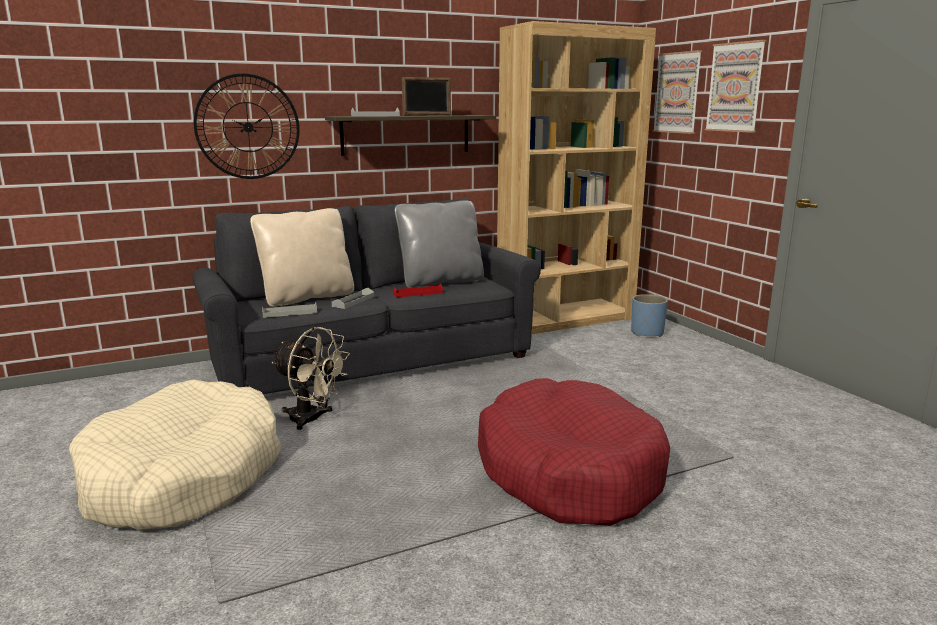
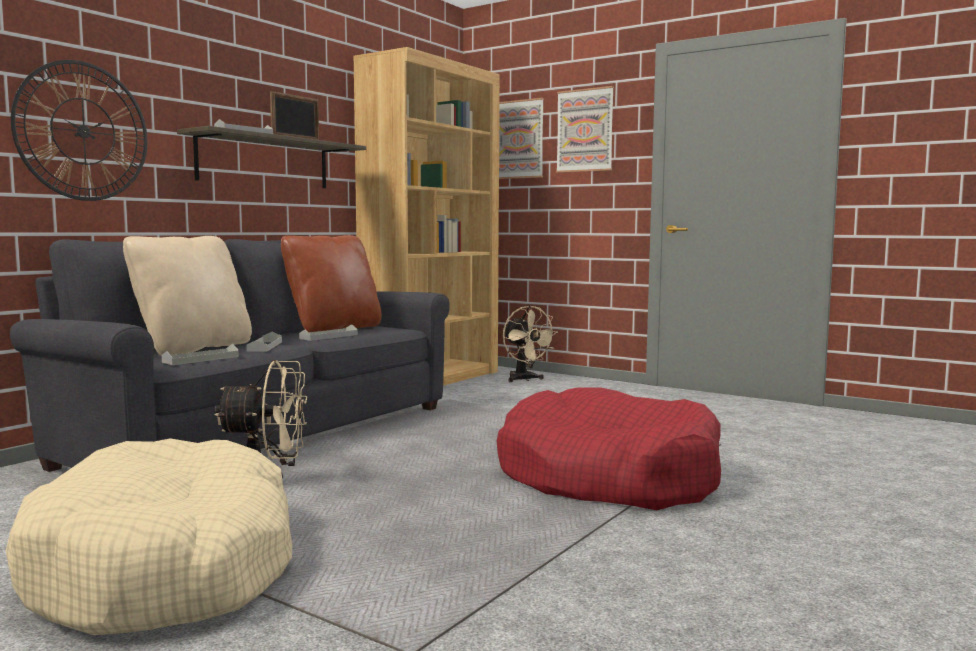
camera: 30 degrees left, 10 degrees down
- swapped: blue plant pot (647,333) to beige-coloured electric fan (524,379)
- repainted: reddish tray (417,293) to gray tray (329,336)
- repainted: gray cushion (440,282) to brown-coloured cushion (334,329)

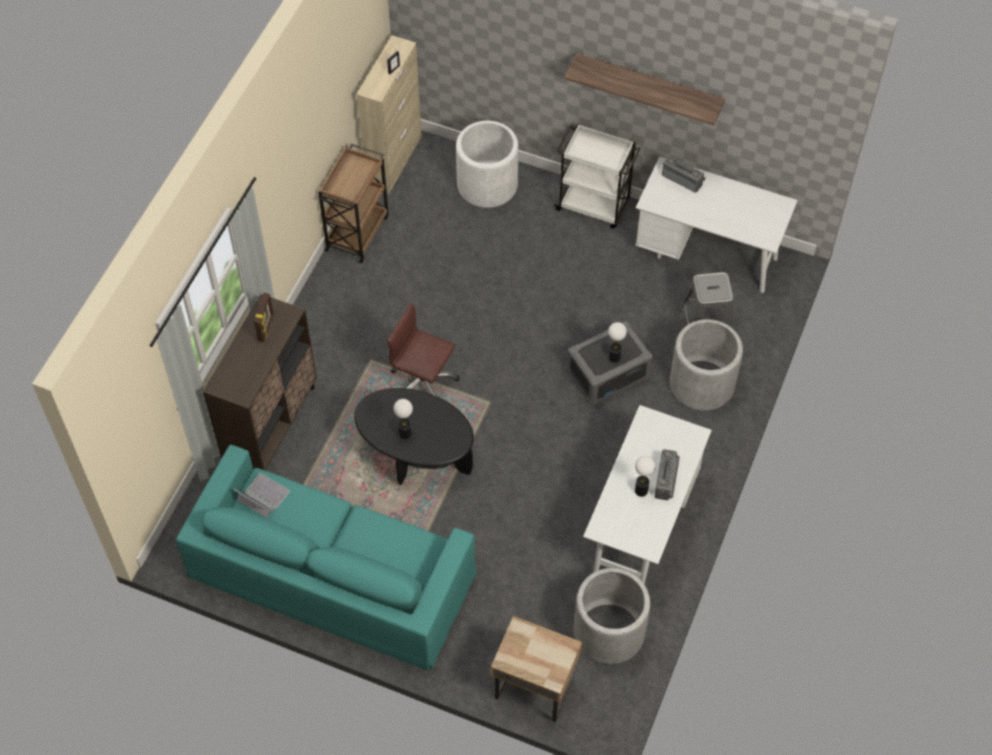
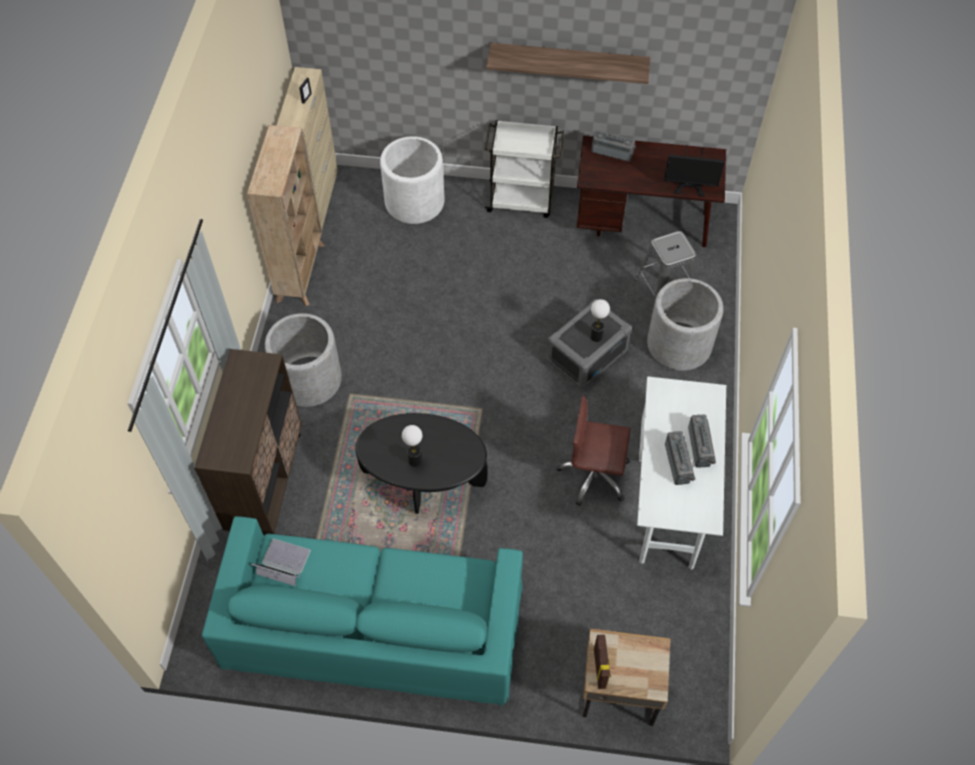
camera: 15 degrees left, 0 degrees up
- new: monitor (690,181)
- shifted: photo frame (266,327) to (600,668)
- shifted: brown-coloured computer chair (423,384) to (594,475)
- shifted: gray plant pot (609,631) to (309,379)
- swapped: brown-coloured cart (357,232) to beige-coloured shelving unit (301,272)
- swapped: lamp for a table (641,491) to radio set (679,463)
- repainted: whitish desk unit (707,254) to brown-coloured desk unit (642,223)

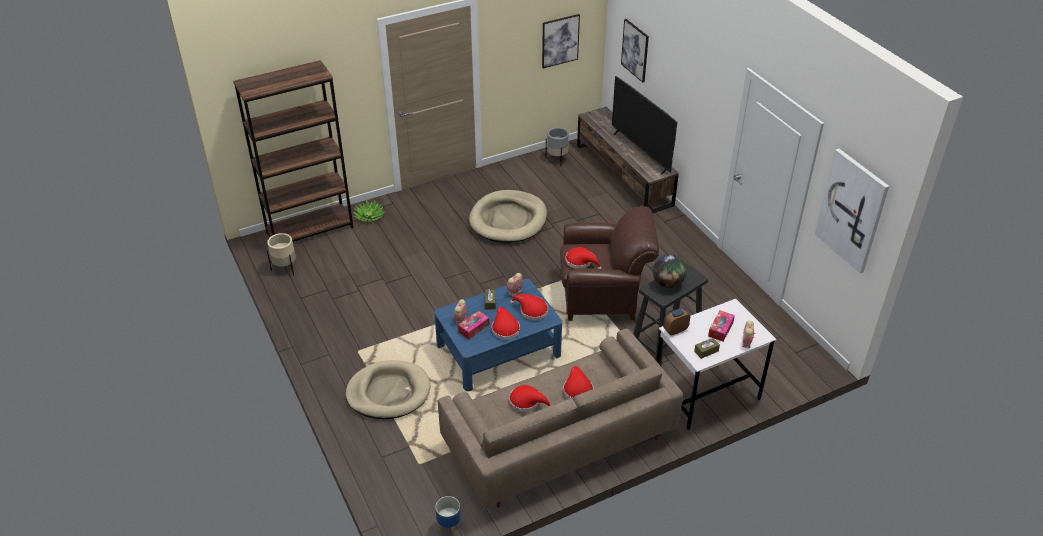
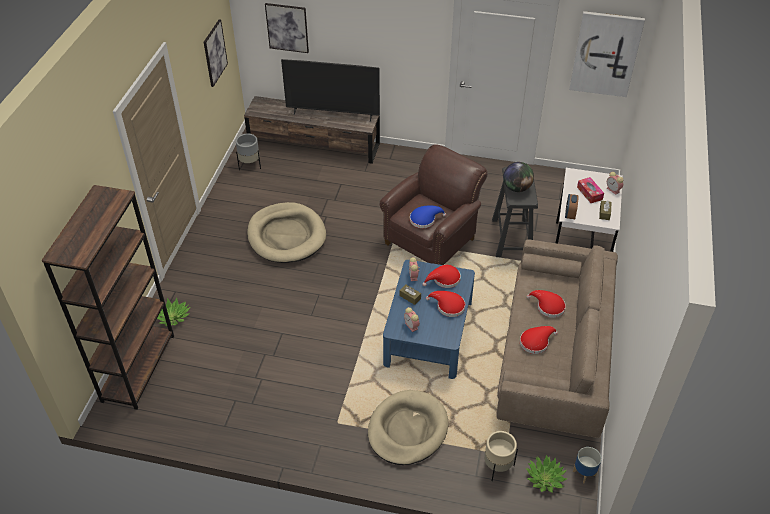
camera: 50 degrees left, 5 degrees up
- gone: tissue holder (473,328)
- new: houseplant (545,478)
- shifted: beige-coloured plant pot (285,268) to (497,467)
- repainted: reddish wearable hat (581,262) to blue wearable hat (424,219)

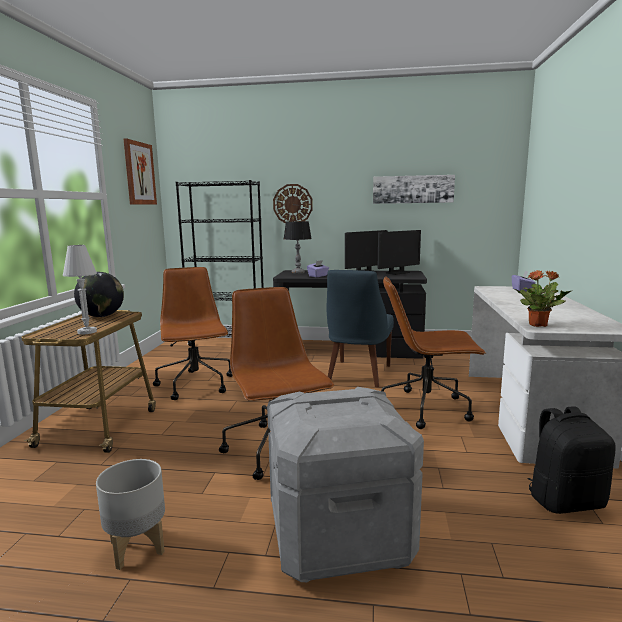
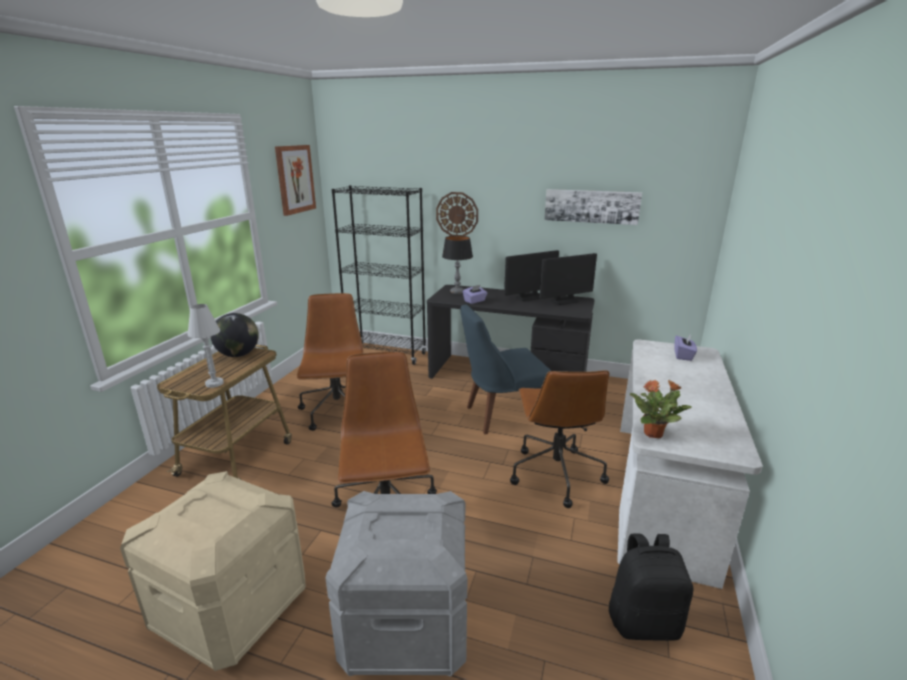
camera: 10 degrees right, 10 degrees up
- swapped: gray plant pot (136,548) to beige-coloured storage container (231,608)
- rotated: blue chair (357,375) = (502,415) 45 degrees clockwise
- rotated: brown-coloured computer chair (427,408) = (555,473) 105 degrees counterclockwise

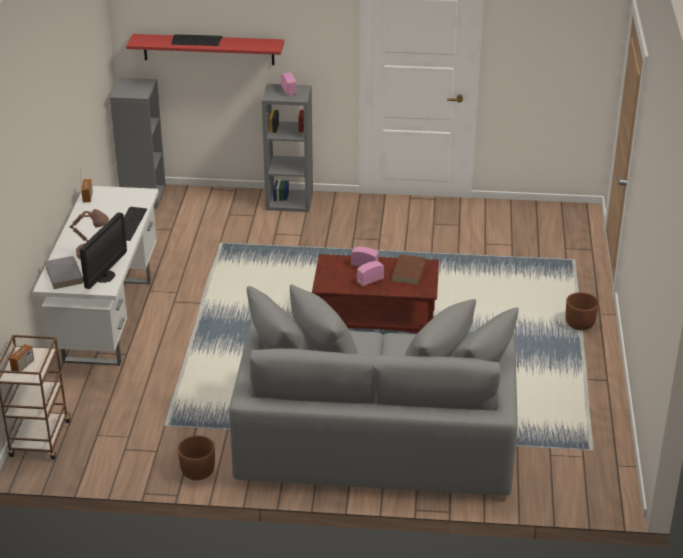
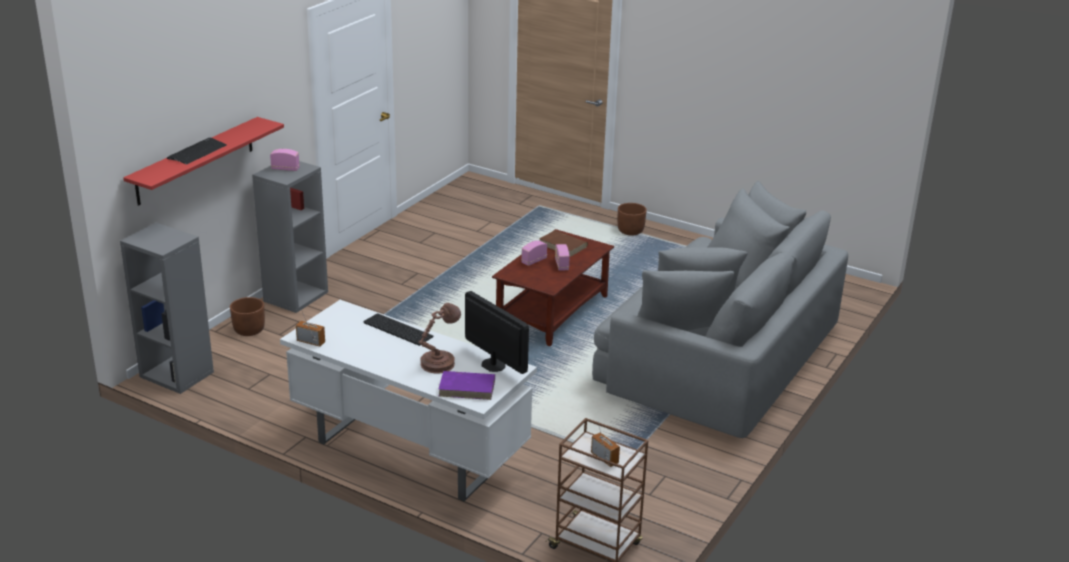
camera: 65 degrees left, 5 degrees down
- shifted: brown-coloured plant pot (197,472) to (249,330)
- repainted: gray bound book (64,275) to purplish bound book (467,388)

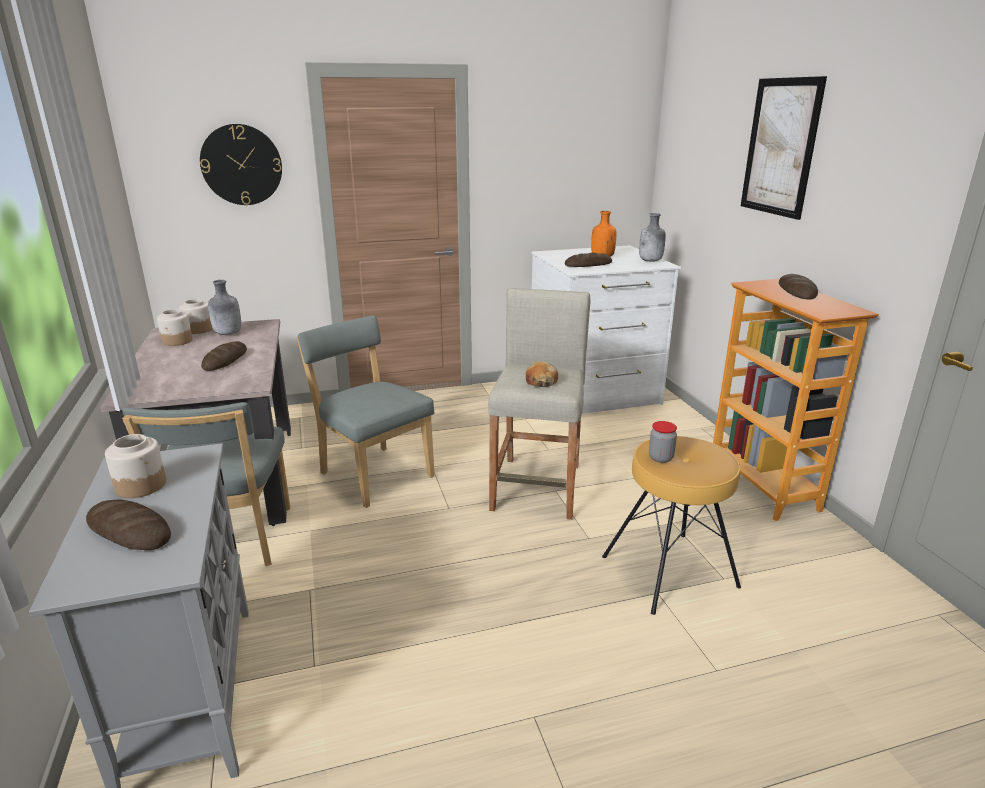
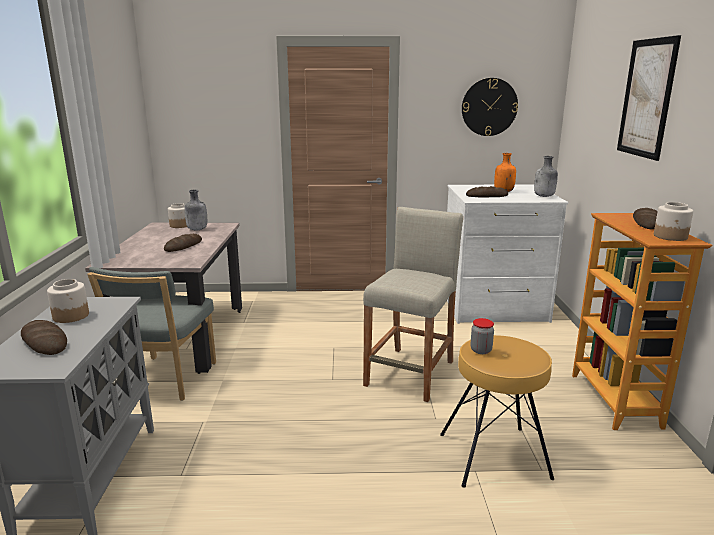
camera: 15 degrees right, 5 degrees down
- gone: gray chair (373,473)
- gone: bread (541,381)
- shifted: jar (177,341) to (670,237)
- shifted: clock on the wall (241,165) to (489,107)

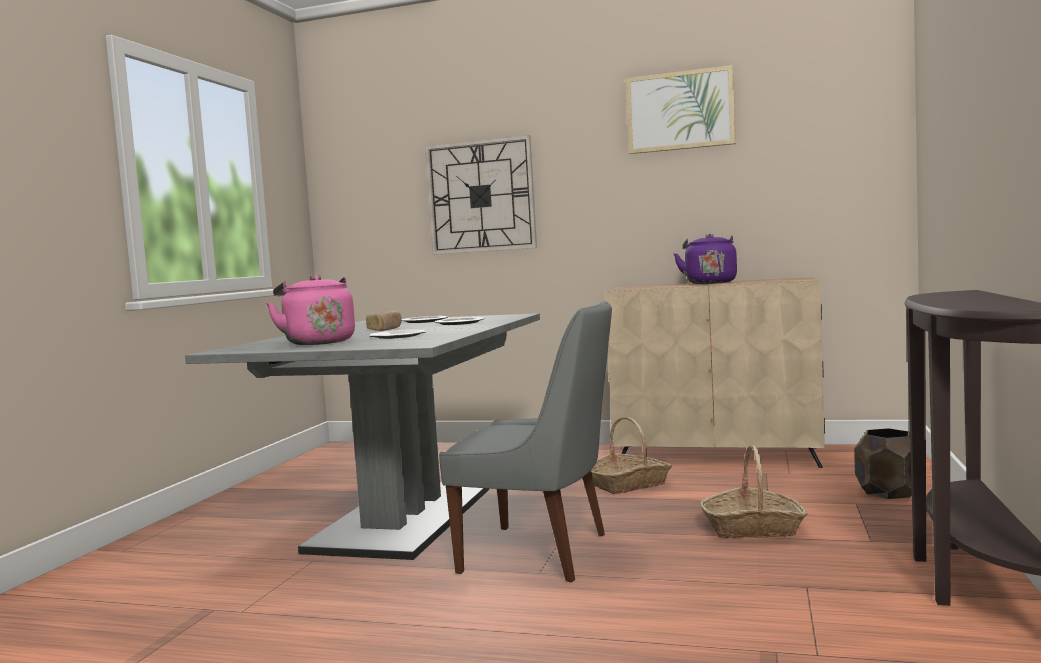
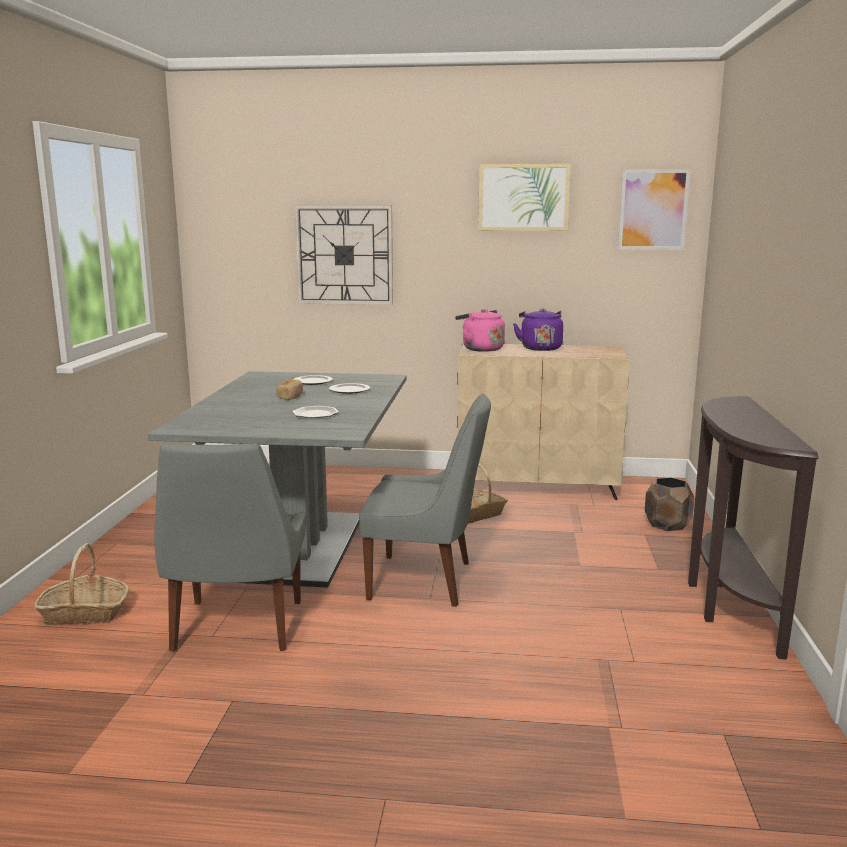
camera: 10 degrees left, 10 degrees up
- new: gray chair (237,628)
- new: picture (653,210)
- shifted: pink-coloured tea kettle (317,342) to (480,349)
- shifted: basket (753,528) to (85,613)

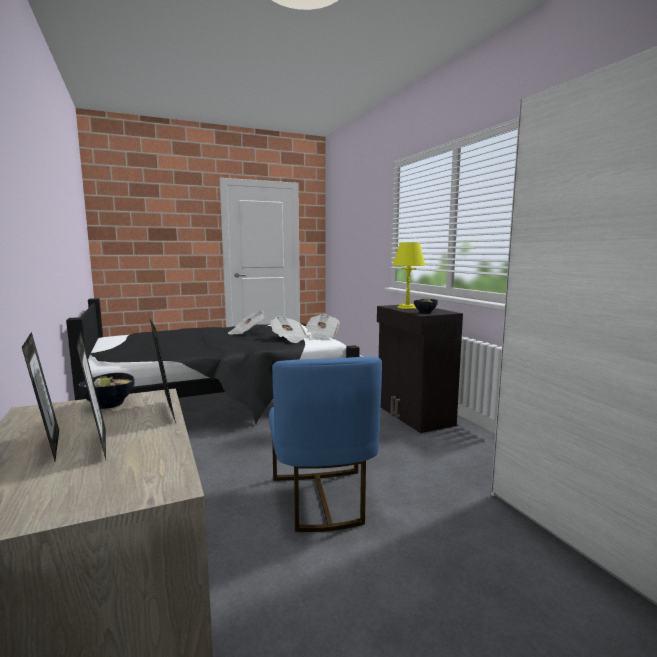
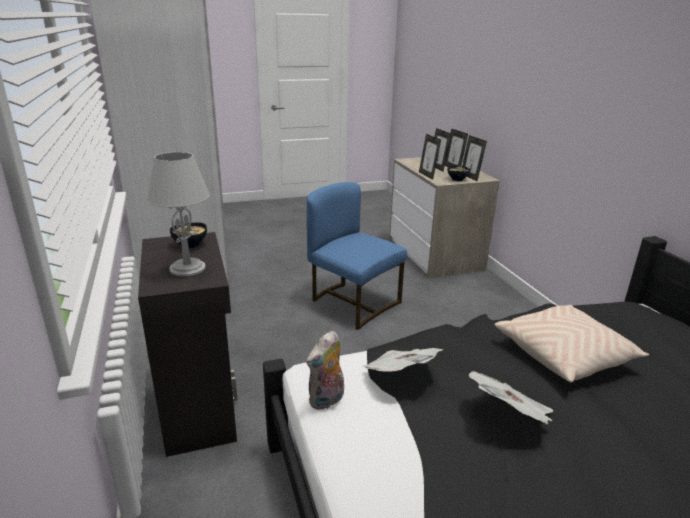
camera: 175 degrees left, 15 degrees up
- new: photo frame (470,177)
- new: beige-coloured cushion (564,355)
- swapped: newspaper (322,336) to soft toy (327,401)
- repainted: yellow lamp for a table (407,307) to gray lamp for a table (187,268)
- rotated: blue chair (322,499) = (353,303) 45 degrees counterclockwise

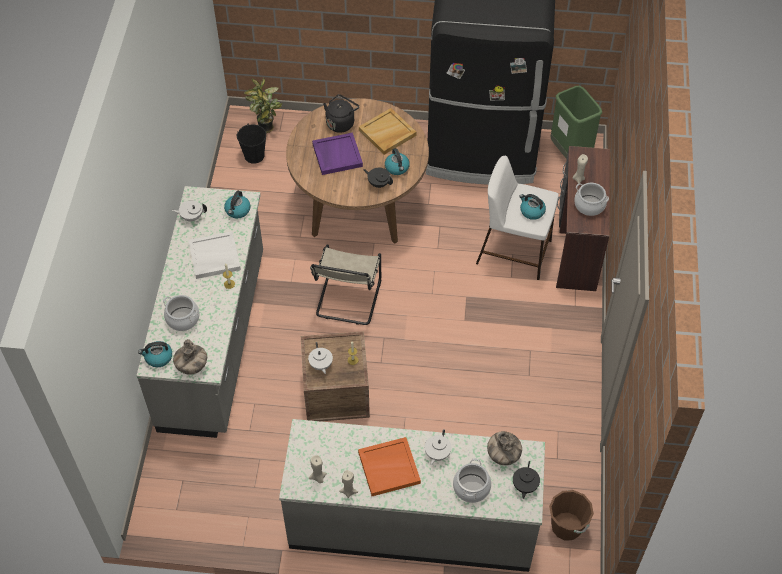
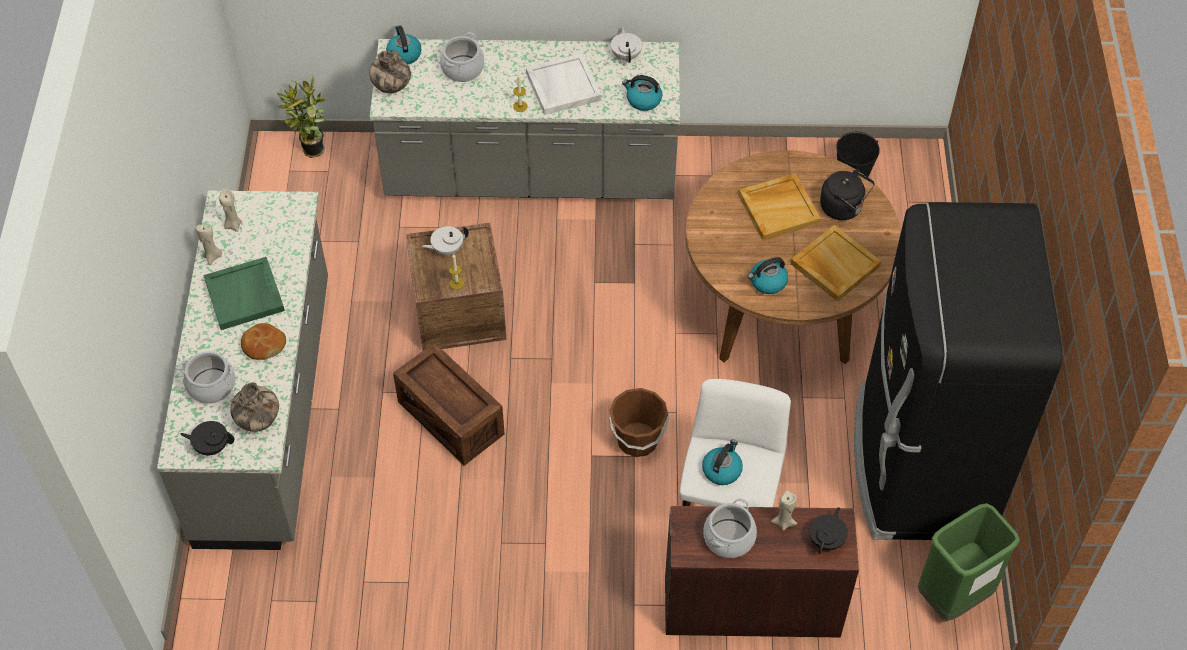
camera: 85 degrees right, 0 degrees up
- gone: beige-coloured chair (347,300)
- new: crate (450,418)
- shifted: houseplant (267,129) to (311,151)
- shifted: black-coloured pot for tea (378,183) to (827,540)
- shifted: brown-coloured bucket (566,526) to (637,440)
- swapped: whitish pot for tea (437,453) to bread (263,345)
- repainted: purplish tray (337,155) to beige-coloured tray (779,208)
- repainted: orange tray (389,467) to green tray (245,296)

